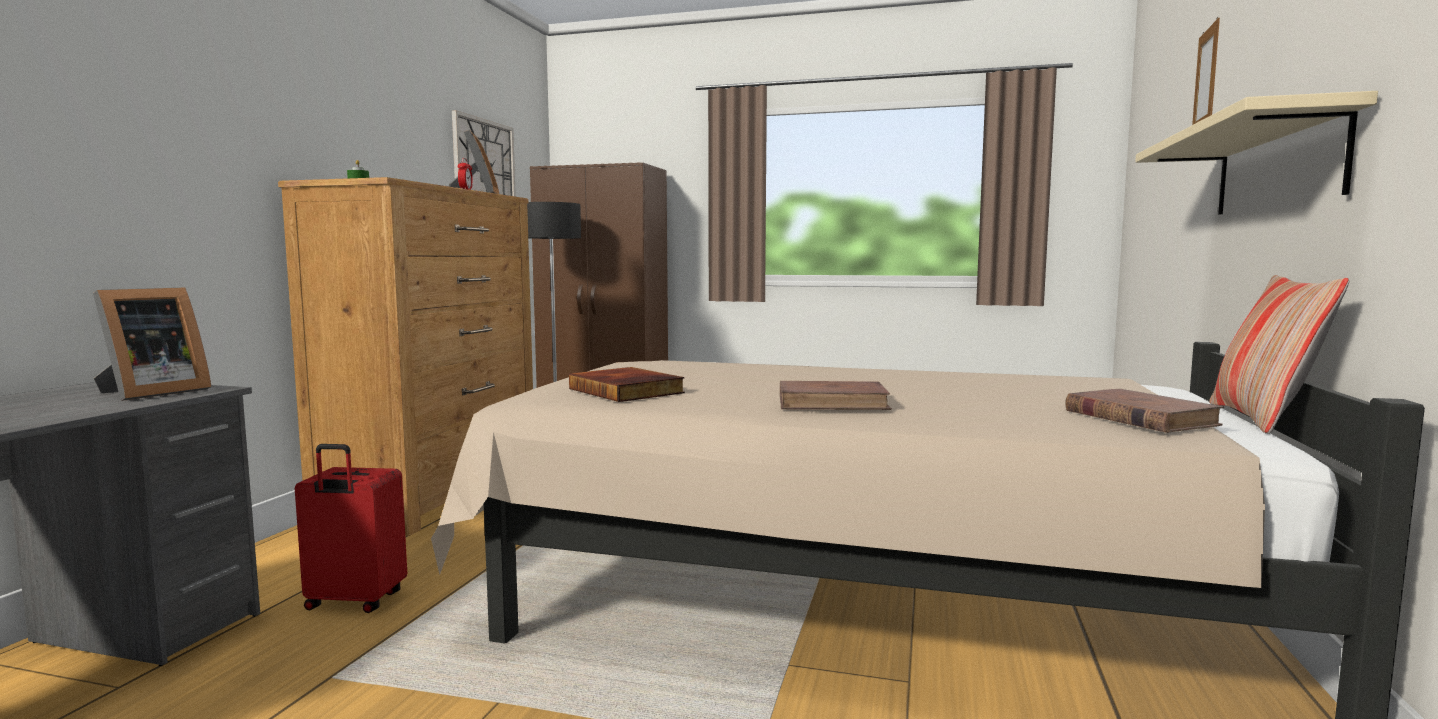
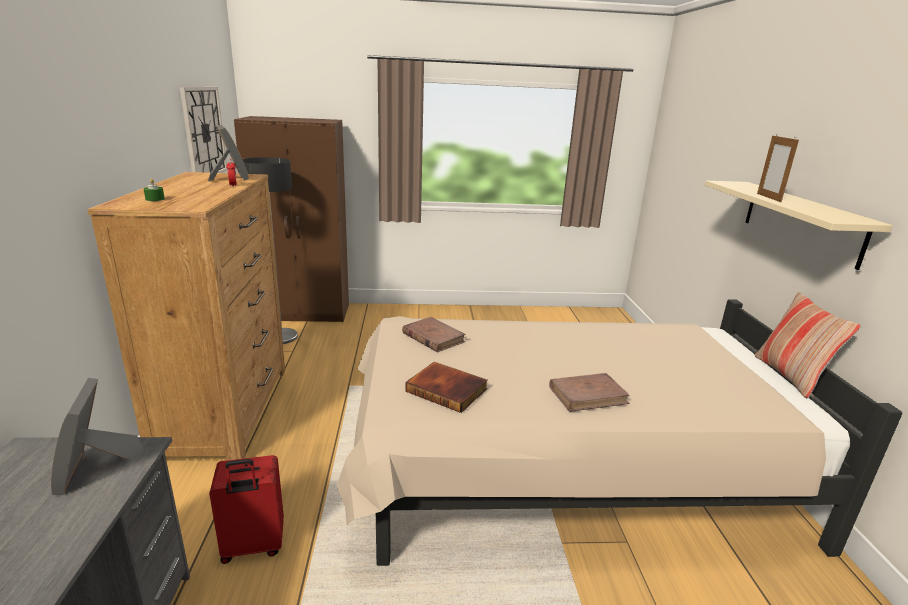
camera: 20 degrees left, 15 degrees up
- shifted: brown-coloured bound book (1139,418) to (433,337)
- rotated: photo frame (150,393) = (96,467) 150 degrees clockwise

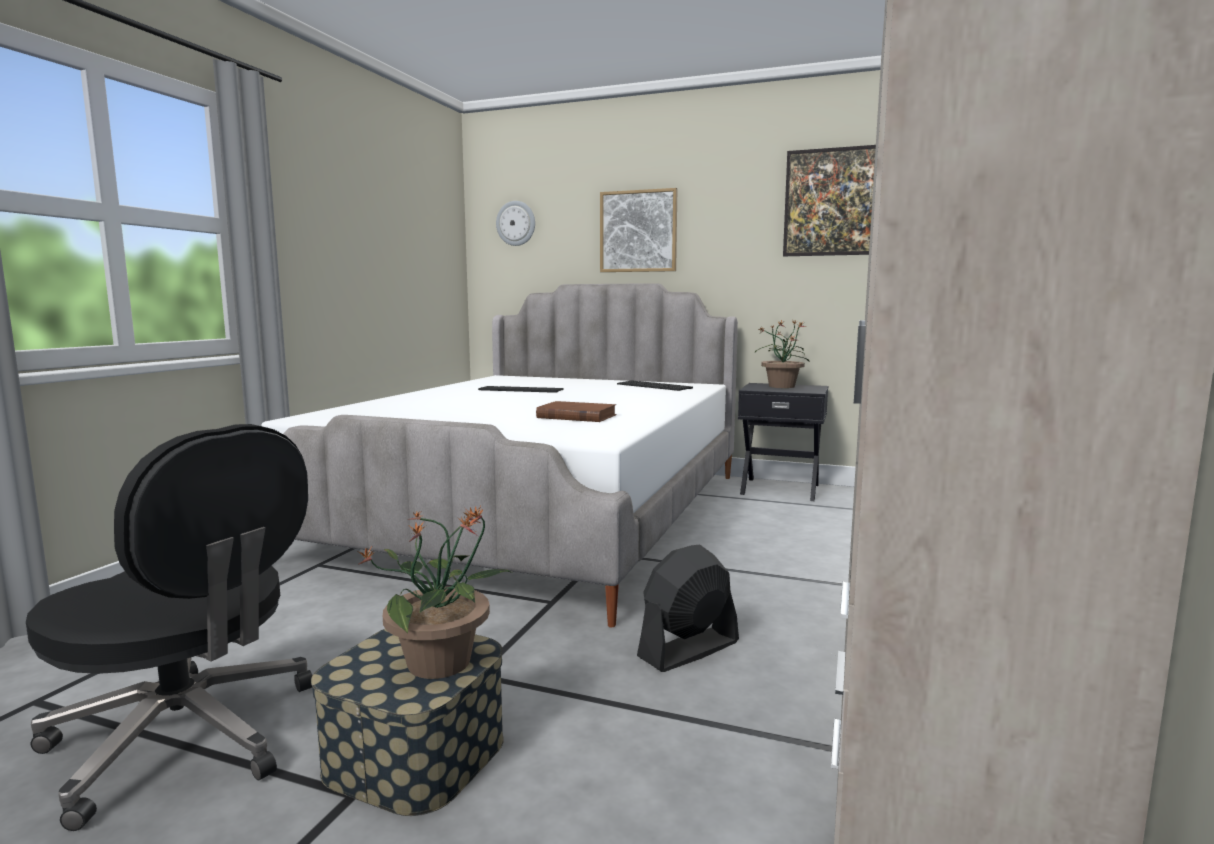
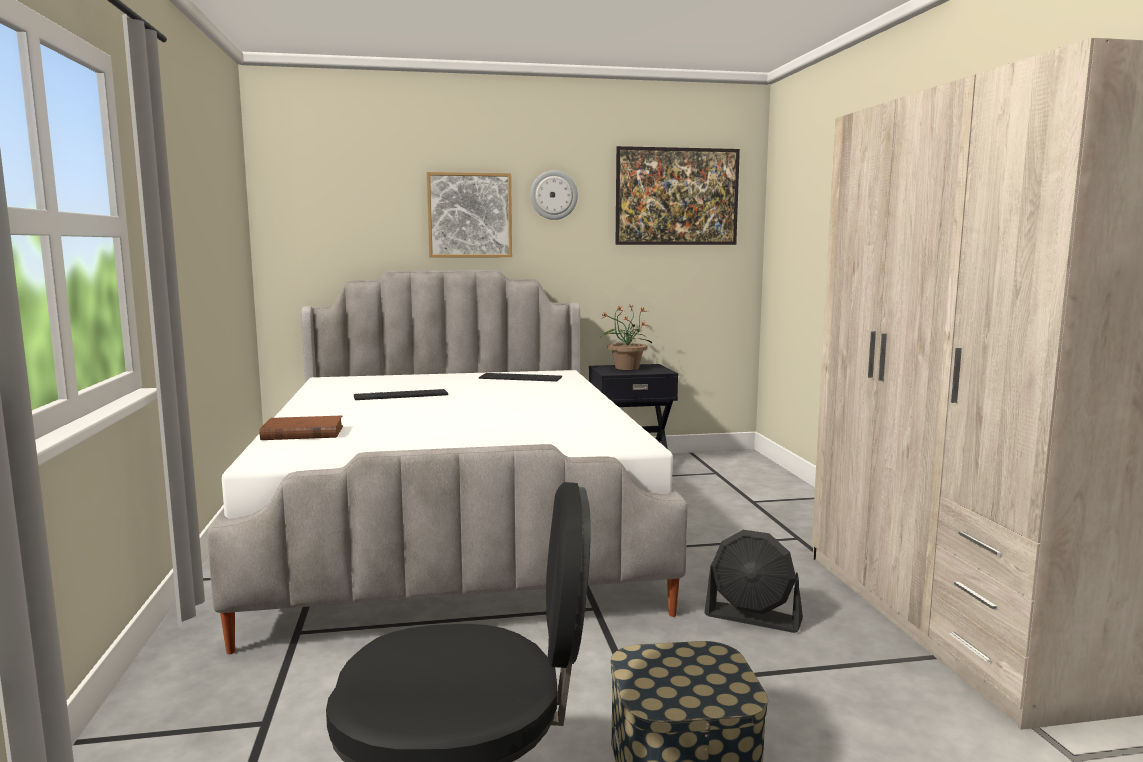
camera: 30 degrees left, 0 degrees up
- gone: houseplant (441,662)
- shifted: clock on the wall (516,223) to (553,195)
- shifted: brown-coloured bound book (576,416) to (302,433)
- rotated: black-coloured electric fan (688,649) = (753,618) 90 degrees counterclockwise

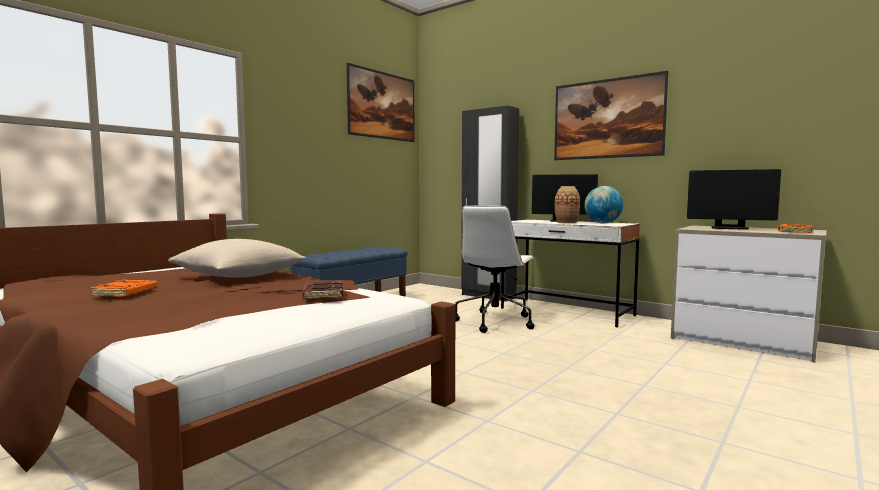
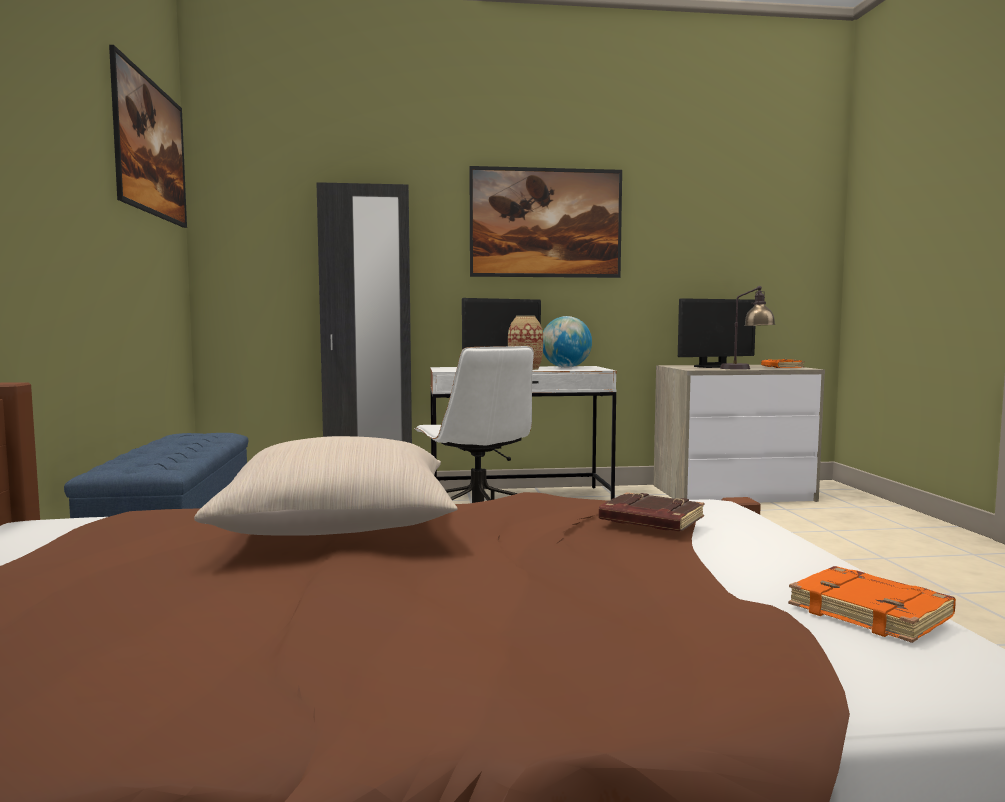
camera: 45 degrees left, 0 degrees up
- new: lamp for a table (746,368)
- shifted: orange bound book (125,293) to (872,613)

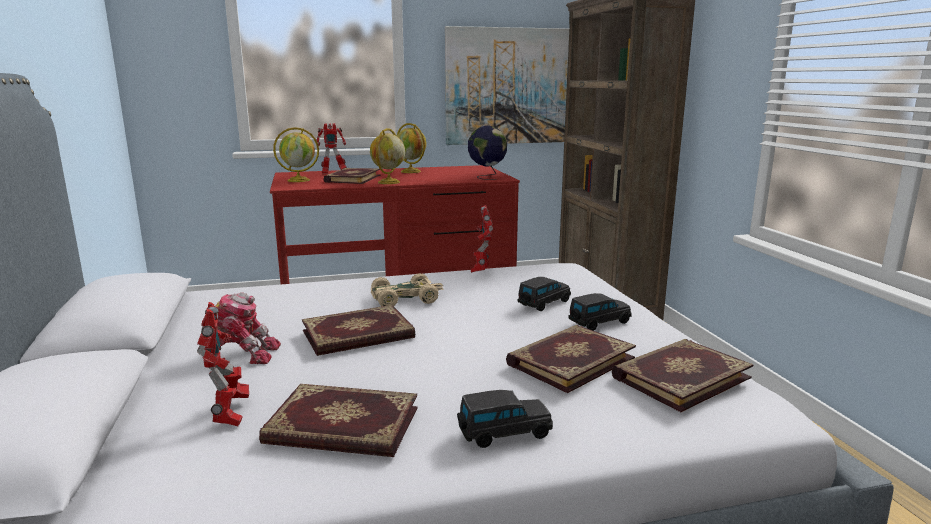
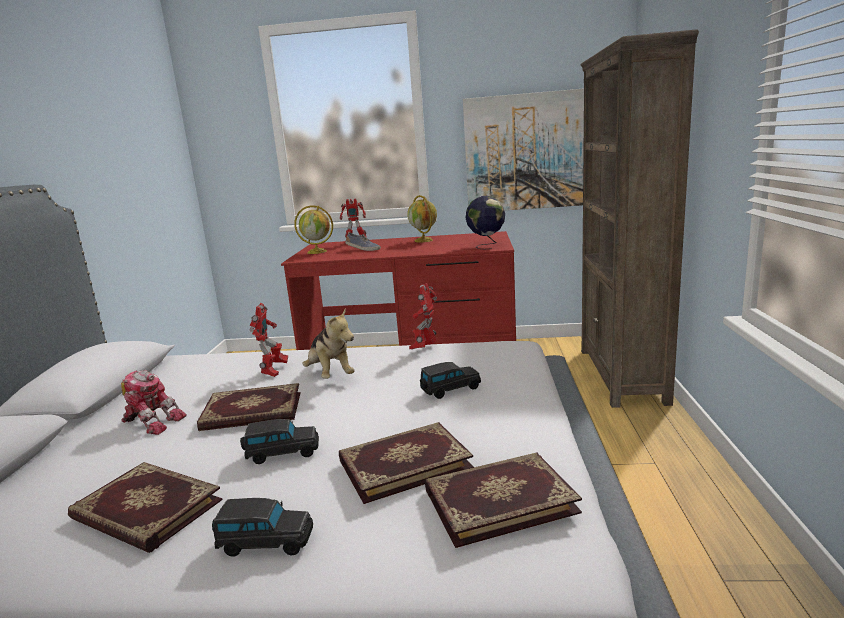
camera: 20 degrees right, 0 degrees up
- gone: desk globe (388,182)
- shifted: robot figure (230,415) to (274,371)
- shifted: black-coloured miniature car (598,323) to (282,453)
- swapped: bound book (352,178) to shoe (362,249)
- swapped: beige-coloured miniature car (405,299) to soft toy (330,375)

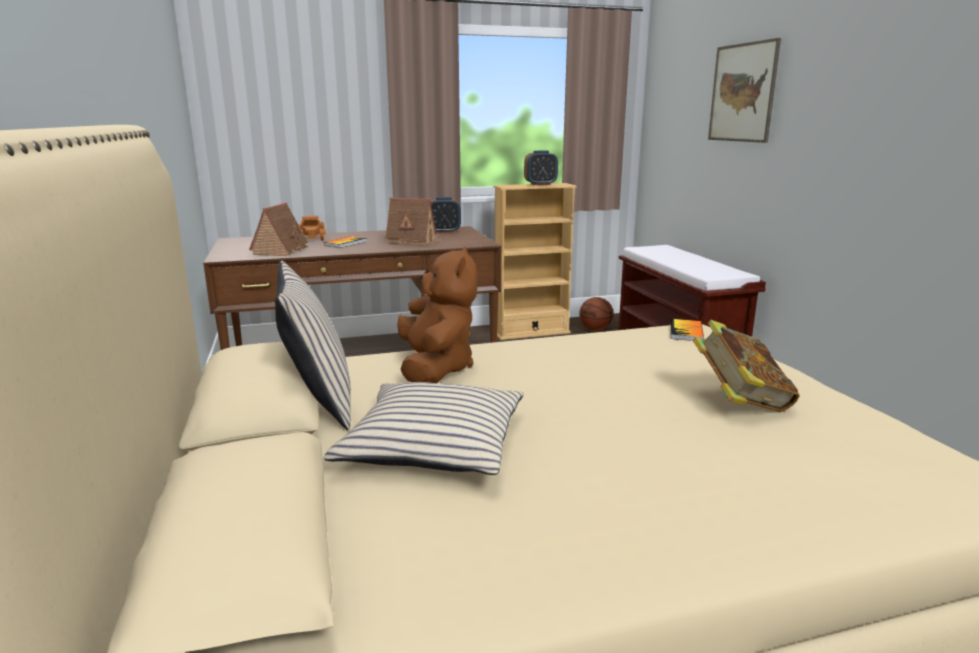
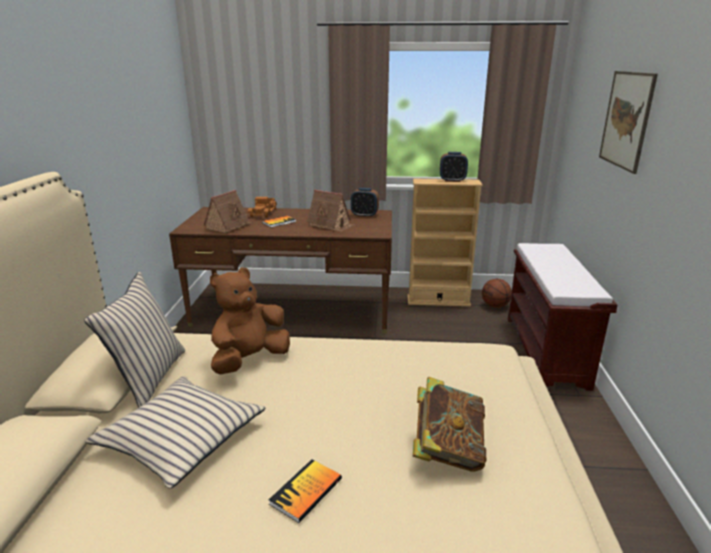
camera: 20 degrees right, 5 degrees up
- shifted: bound book (686,332) to (306,491)
- rotated: brown-coloured soft toy (435,369) = (249,360) 150 degrees counterclockwise

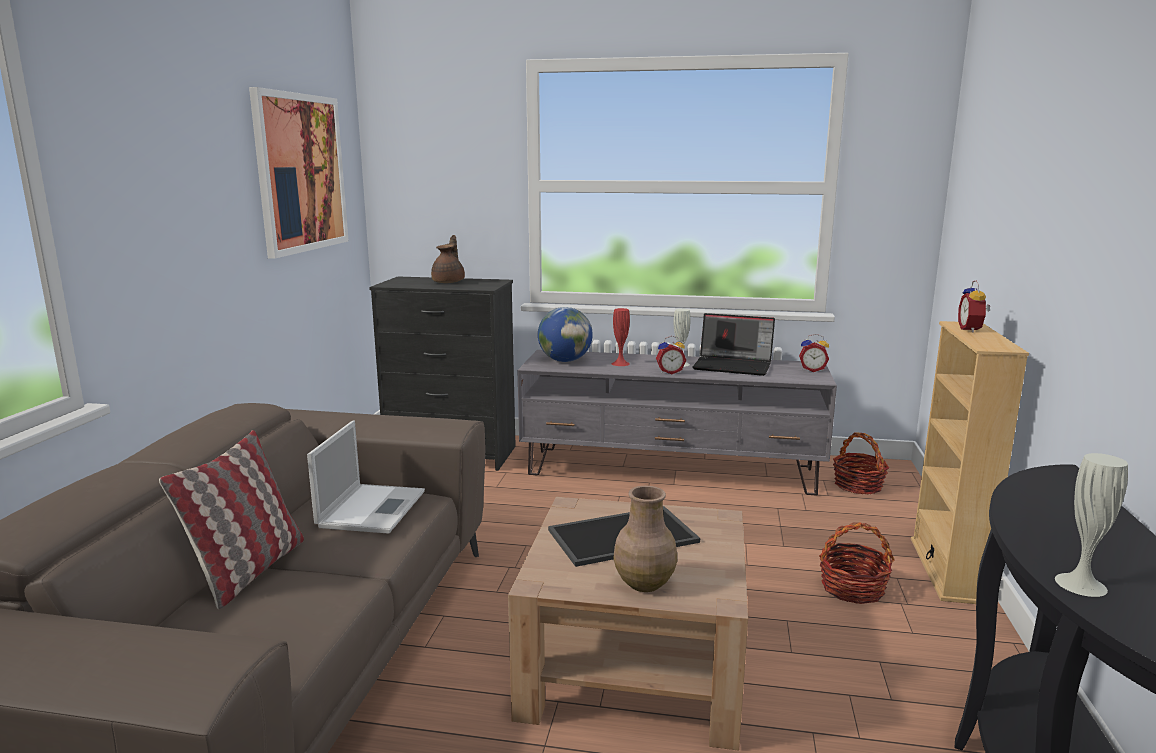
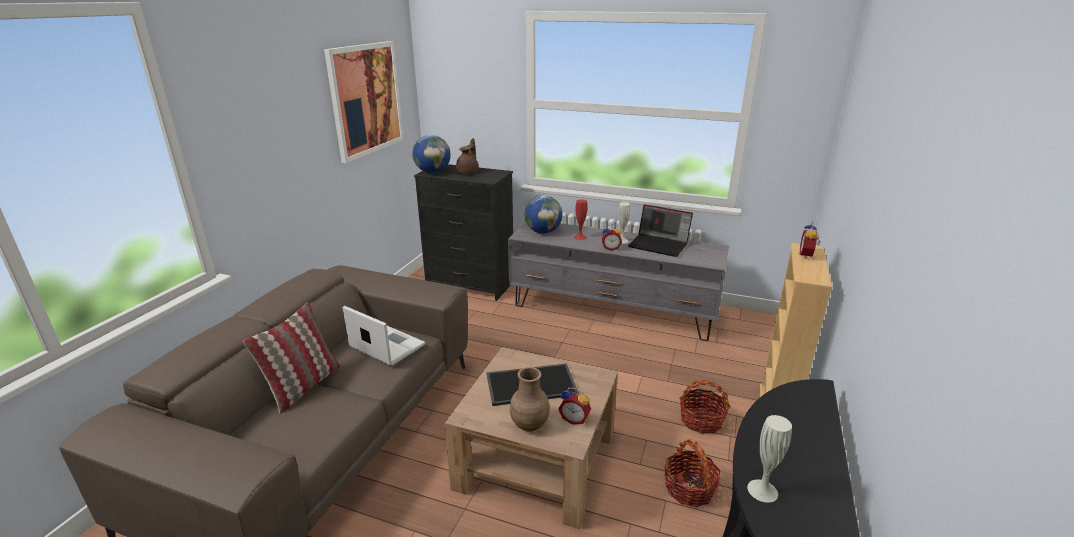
camera: 10 degrees right, 10 degrees up
- new: desk globe (433,172)
- shifted: bedside clock (812,370) to (575,419)
- shifted: basket (858,485) to (689,489)
- rotated: portable computer (372,508) = (386,345) 75 degrees counterclockwise

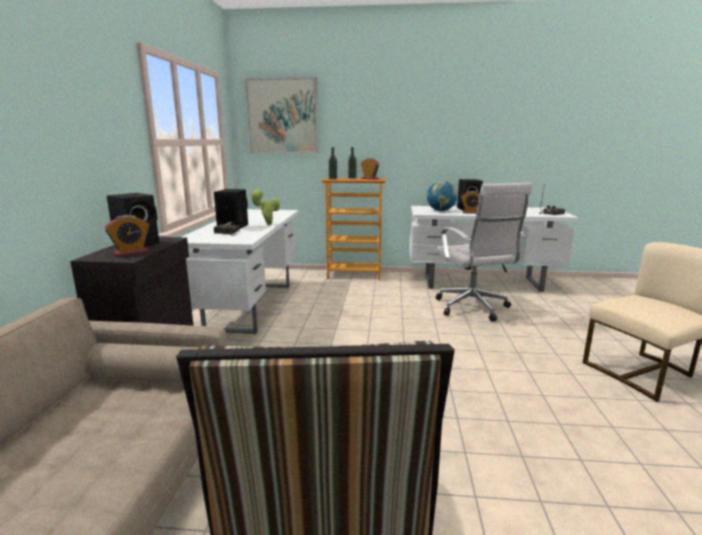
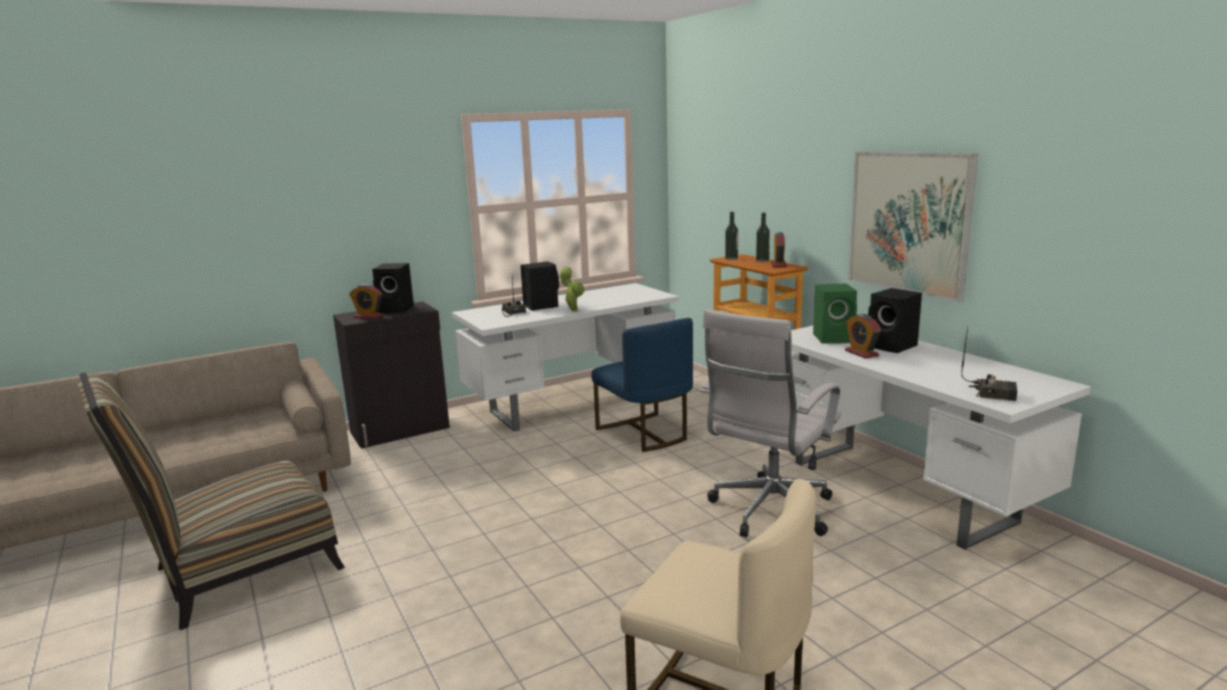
camera: 55 degrees right, 0 degrees up
- new: blue chair (645,433)
- shifted: picture (282,116) to (909,222)
- swapped: desk globe (441,210) to green loudspeaker (834,338)

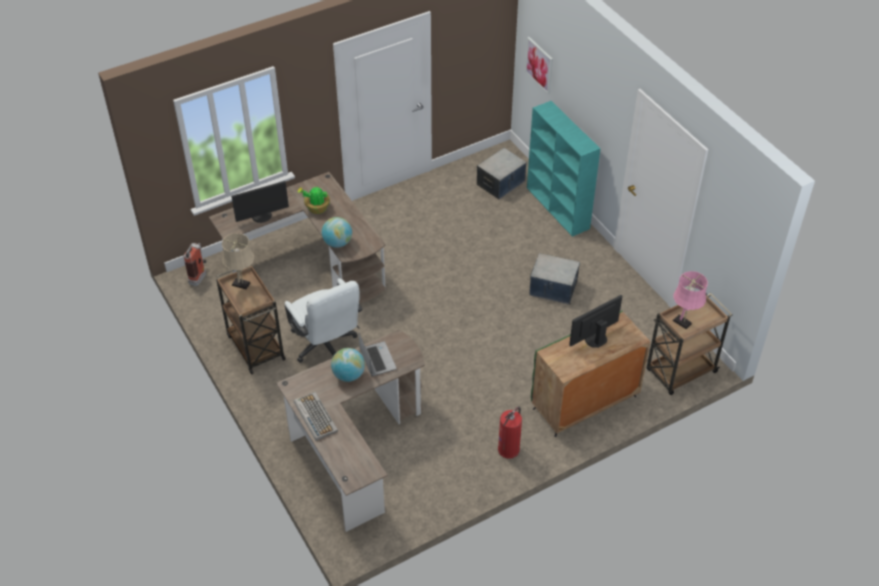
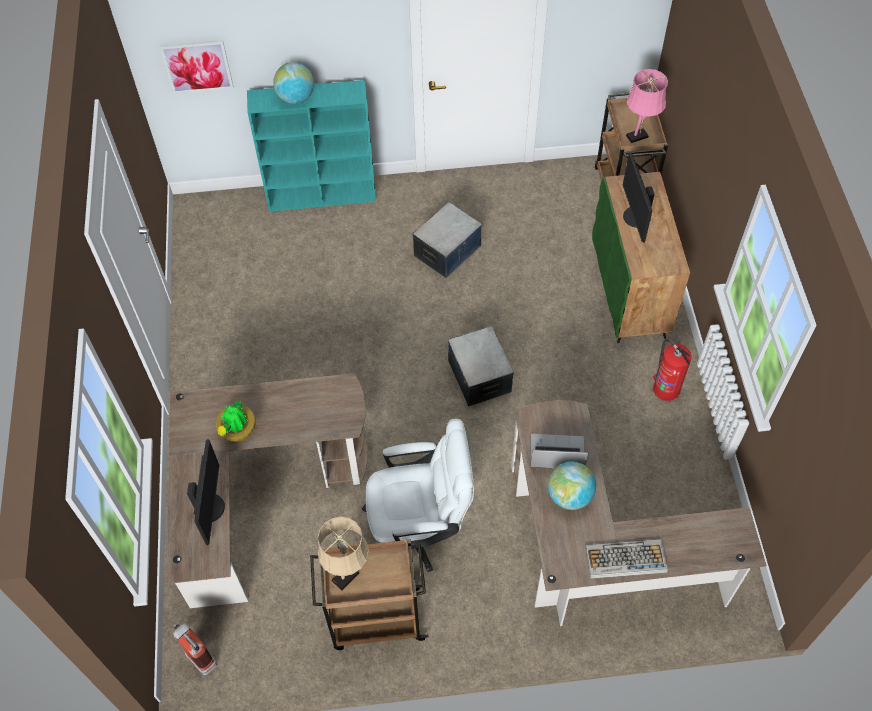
camera: 65 degrees left, 10 degrees up
- shifted: desk globe (337,243) to (296,97)
- shifted: storage container (501,183) to (480,376)

